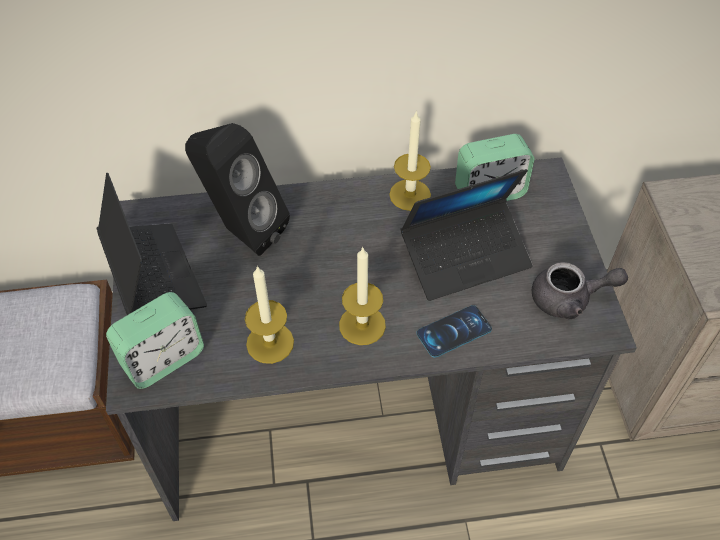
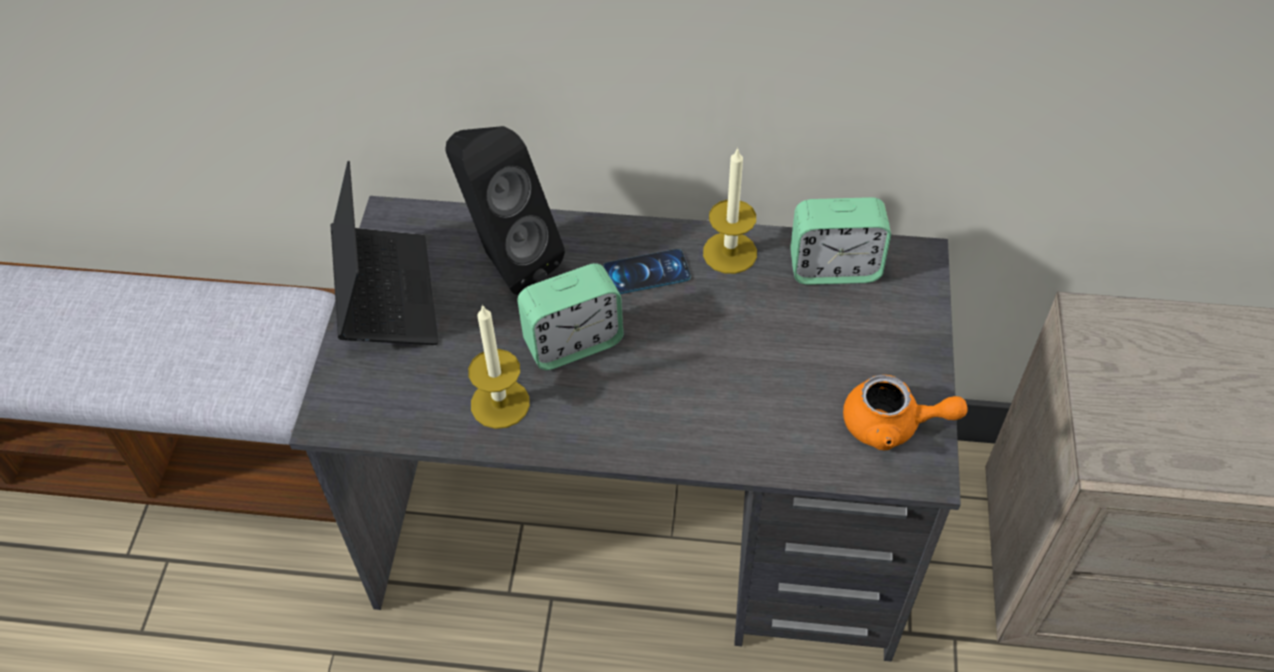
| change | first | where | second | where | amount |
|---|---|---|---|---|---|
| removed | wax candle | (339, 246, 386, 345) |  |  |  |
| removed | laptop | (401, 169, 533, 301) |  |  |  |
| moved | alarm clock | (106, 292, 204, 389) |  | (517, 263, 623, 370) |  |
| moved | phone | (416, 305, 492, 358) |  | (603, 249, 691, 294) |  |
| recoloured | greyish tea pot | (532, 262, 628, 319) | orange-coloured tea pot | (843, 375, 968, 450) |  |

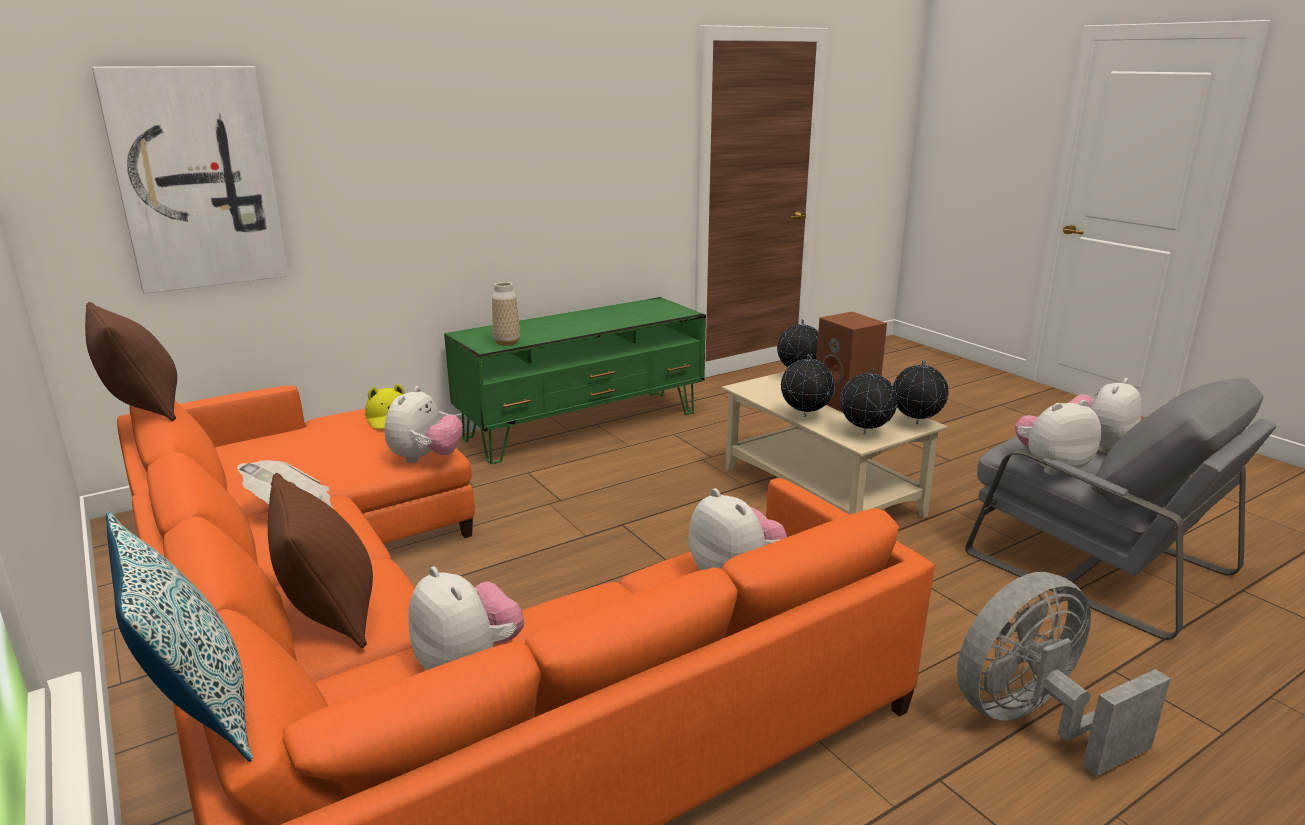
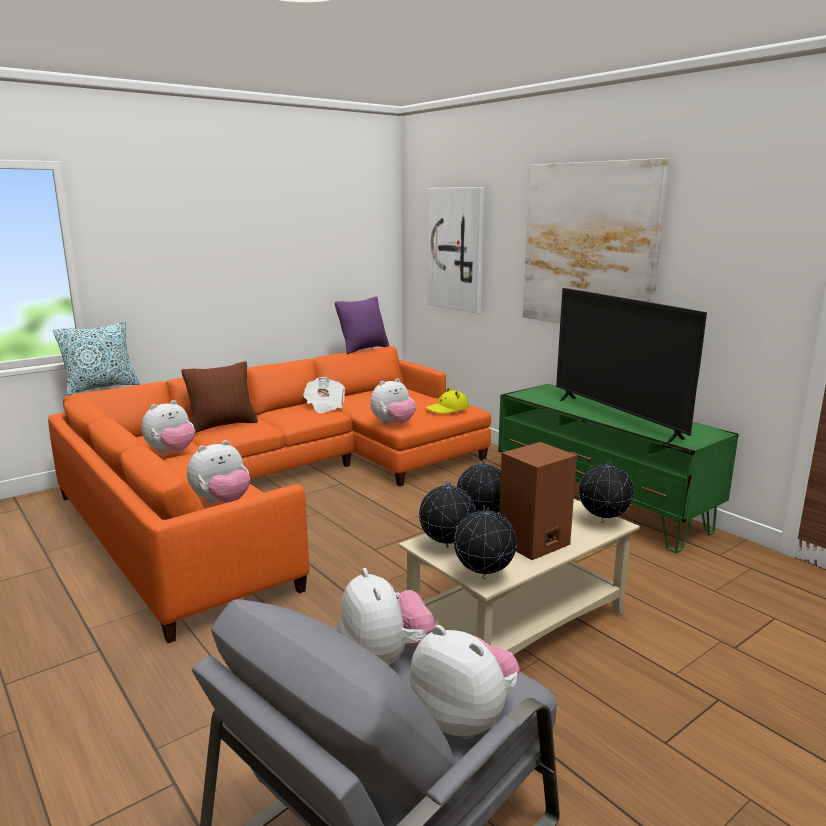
| change | first | where | second | where | amount |
|---|---|---|---|---|---|
| removed | flower vase | (492, 282, 520, 346) |  |  |  |
| removed | greyish cooling fan | (957, 572, 1171, 776) |  |  |  |
| added |  |  | picture | (523, 158, 669, 324) |  |
| added |  |  | TV | (556, 288, 707, 443) |  |
| recoloured | brownish throw pillow | (85, 302, 177, 421) | purple-coloured throw pillow | (335, 296, 389, 354) |  |
| turned | soft toy | (385, 386, 463, 463) |  | (370, 378, 416, 424) | 45 degrees counterclockwise |

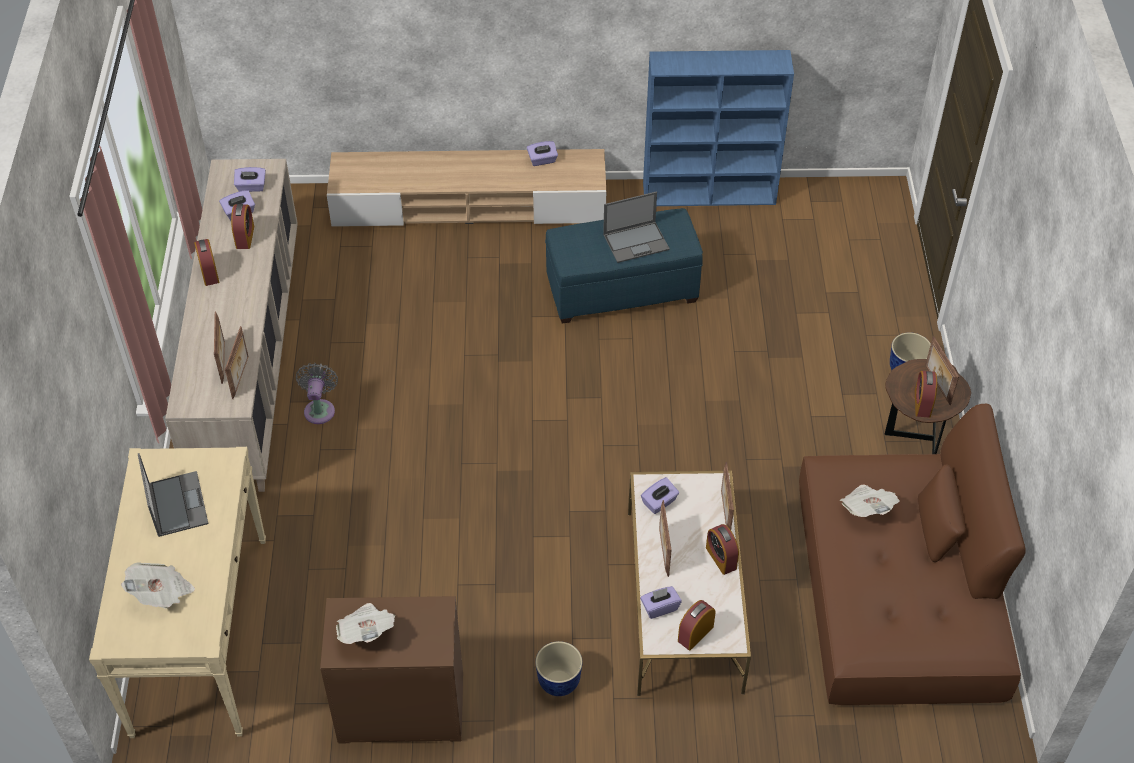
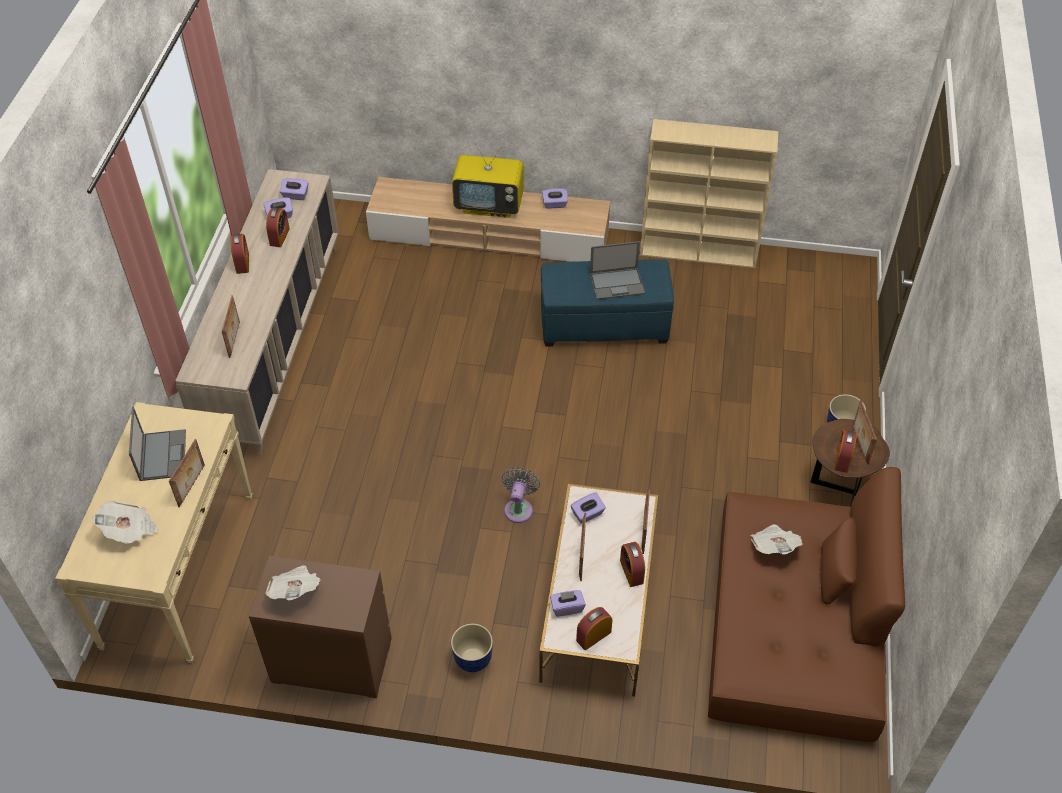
| change | first | where | second | where | amount |
|---|---|---|---|---|---|
| added |  |  | TV | (452, 143, 524, 218) |  |
| moved | picture frame | (225, 326, 248, 399) |  | (169, 439, 205, 507) |  |
| moved | greyish cooling fan | (296, 363, 338, 424) |  | (502, 467, 540, 523) |  |
| recoloured | blue-coloured shelving unit | (643, 50, 794, 206) | beige-coloured shelving unit | (640, 119, 778, 268) |  |

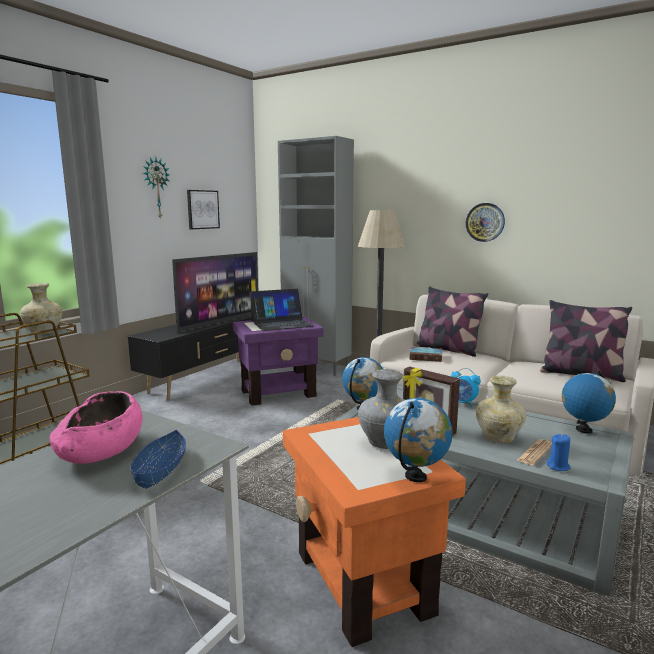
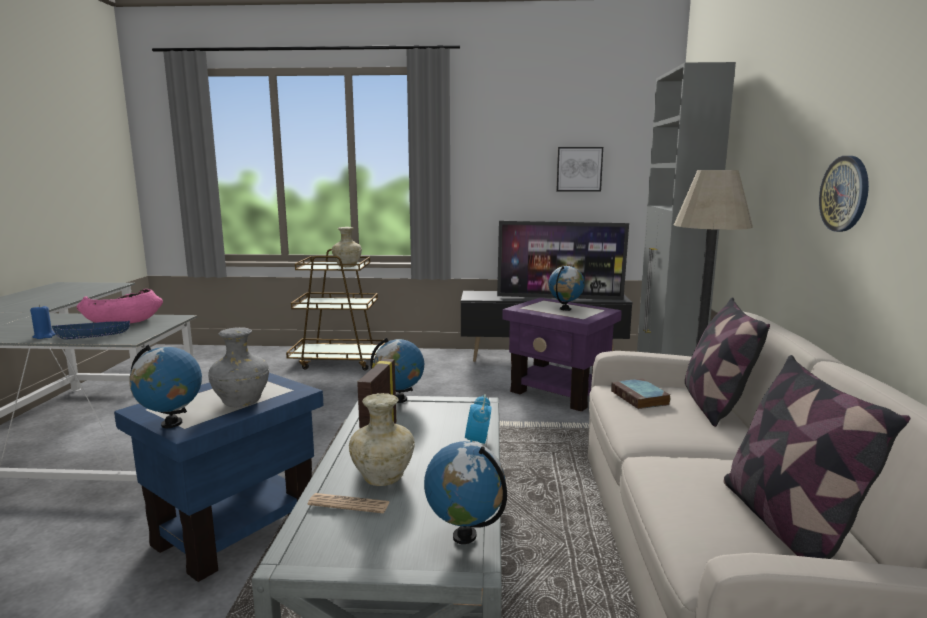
| change | first | where | second | where | amount |
|---|---|---|---|---|---|
| removed | hanging clock | (143, 157, 169, 218) |  |  |  |
| moved | blue-coloured wax candle | (547, 434, 571, 471) |  | (30, 305, 56, 339) |  |
| replaced | laptop | (250, 289, 313, 331) | desk globe | (548, 266, 585, 311) |  |
| recoloured | orange-coloured accent table | (283, 417, 466, 647) | blue-coloured accent table | (114, 373, 323, 582) |  |

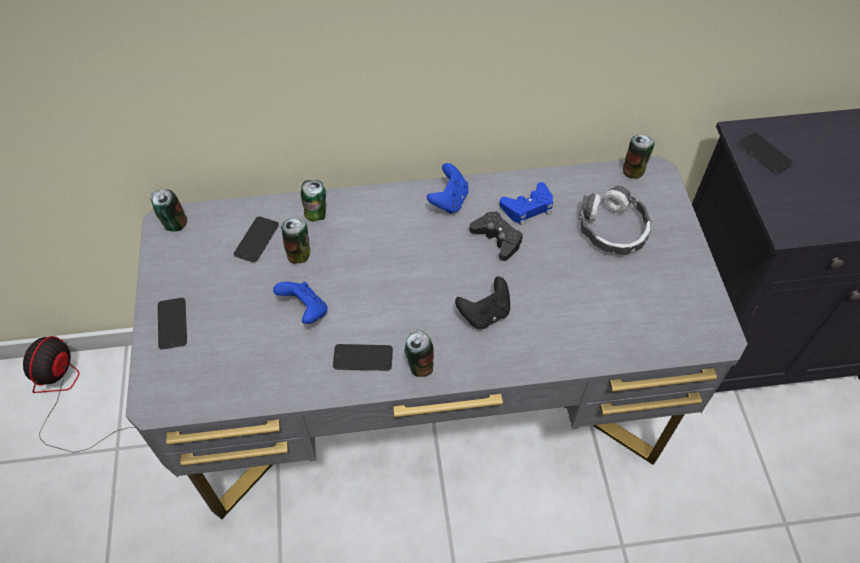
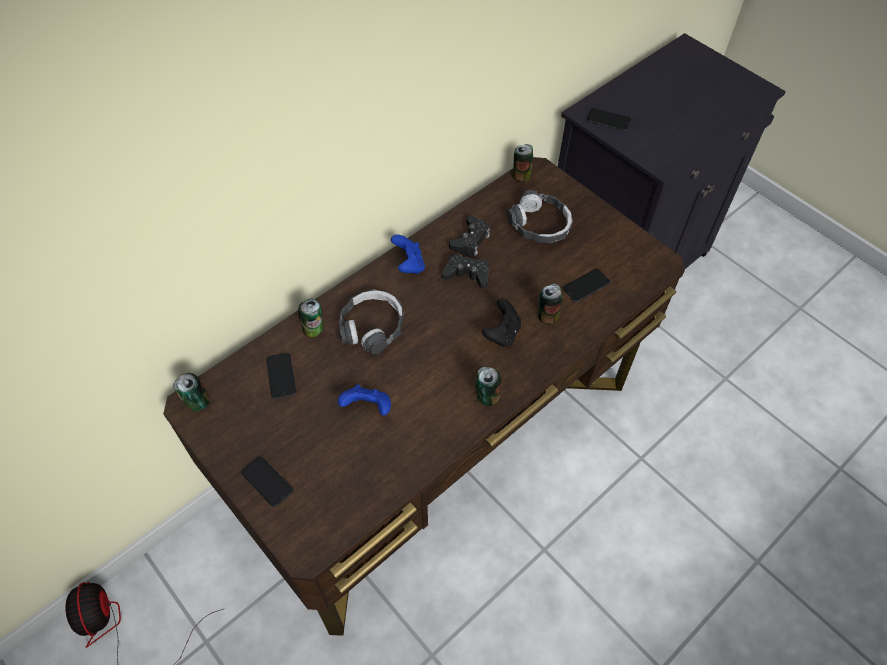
| change | first | where | second | where | amount |
|---|---|---|---|---|---|
| added |  |  | headphones | (339, 289, 404, 354) |  |
| moved | can | (281, 219, 310, 264) |  | (538, 284, 562, 325) |  |
| moved | phone | (333, 344, 393, 371) |  | (563, 269, 611, 302) |  |
| recoloured | greyish desk | (126, 156, 748, 519) | brownish desk | (163, 157, 685, 636) |  |
| recoloured | blue-coloured game controller | (499, 182, 553, 225) | black game controller | (449, 215, 490, 256) |  |

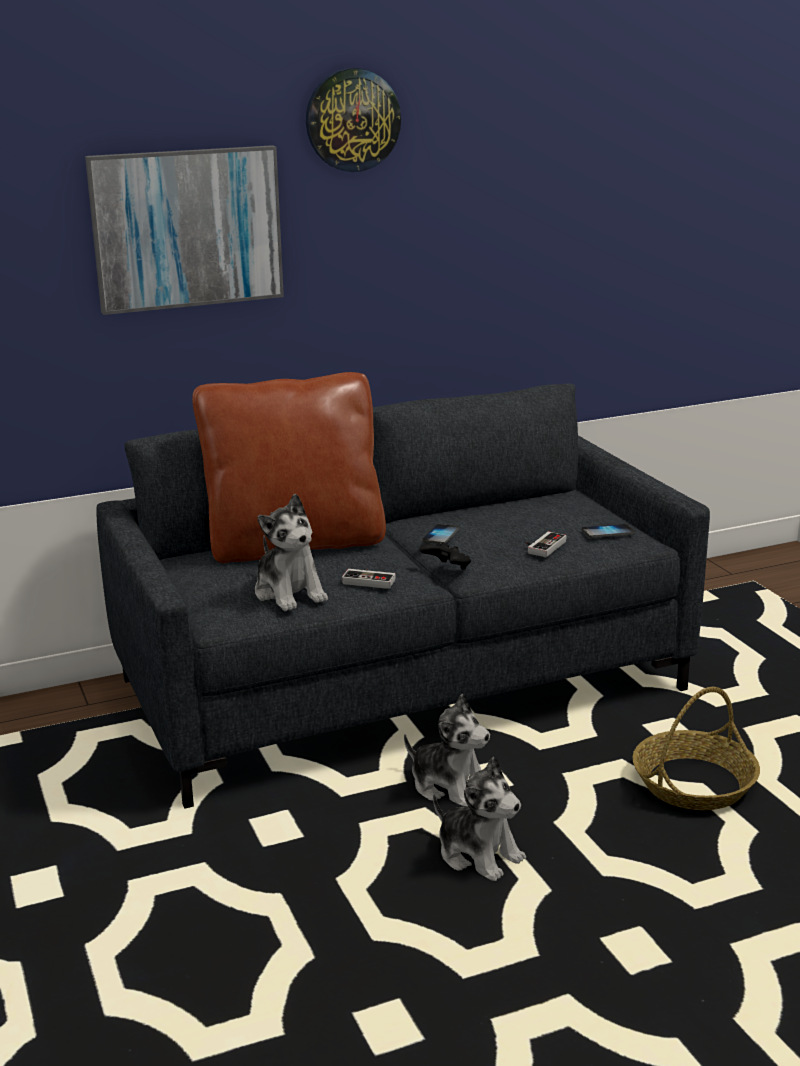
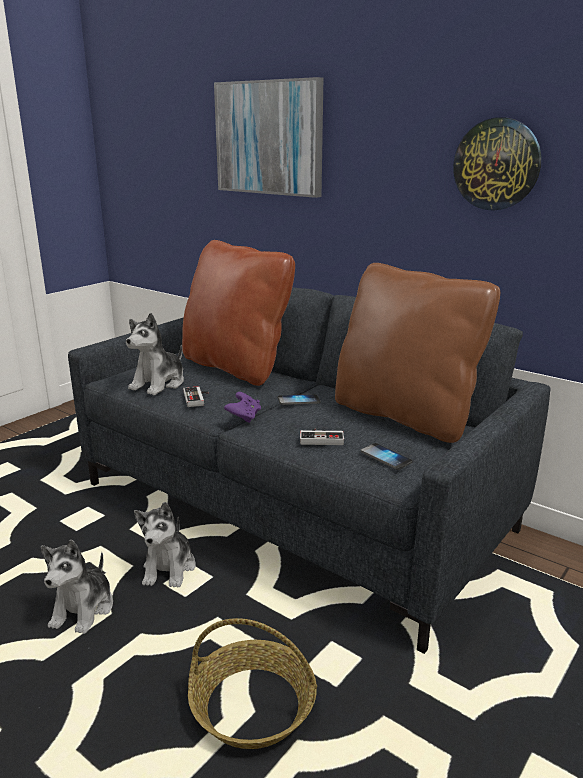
| change | first | where | second | where | amount |
|---|---|---|---|---|---|
| added |  |  | brownish throw pillow | (335, 263, 500, 443) |  |
| moved | hanging clock | (306, 68, 401, 172) |  | (453, 117, 542, 211) |  |
| recoloured | black game controller | (420, 543, 471, 570) | purple-coloured game controller | (224, 392, 261, 423) |  |

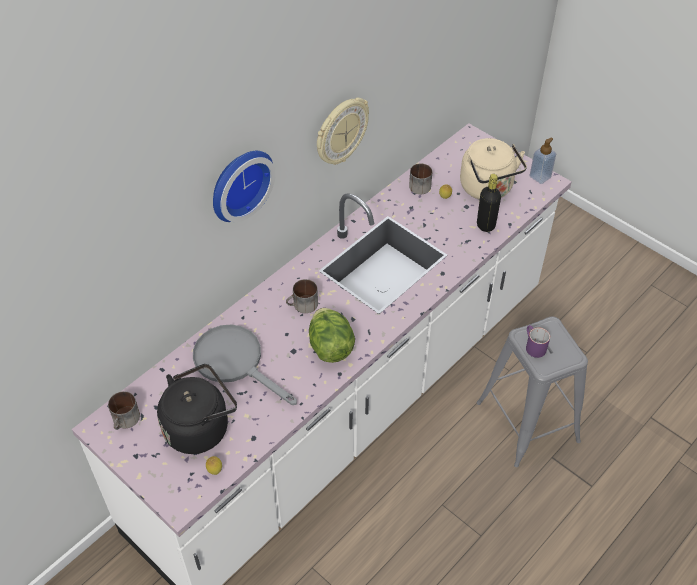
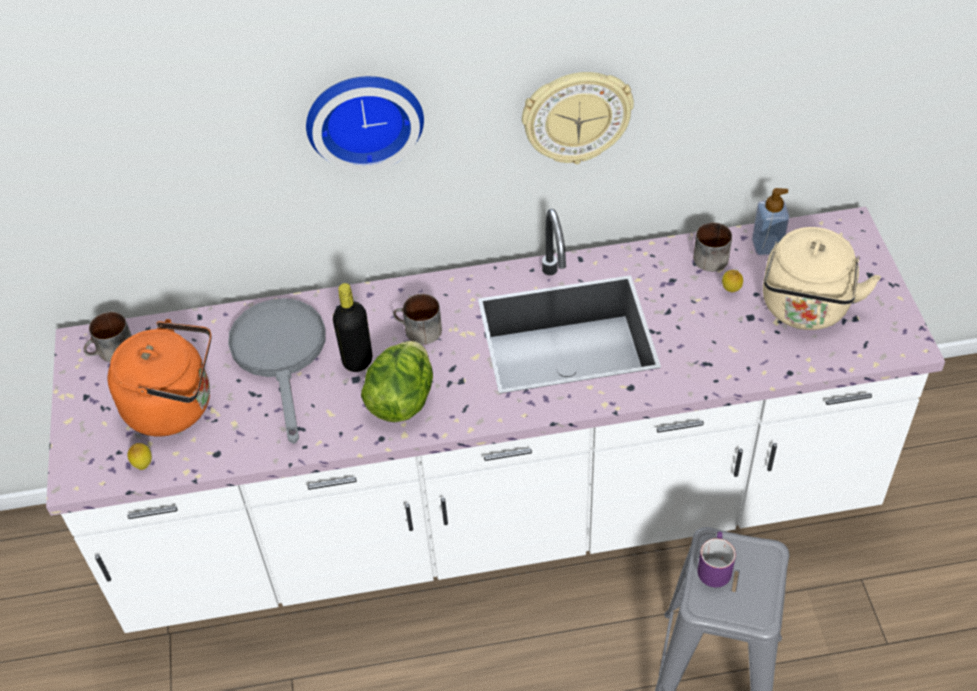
| change | first | where | second | where | amount |
|---|---|---|---|---|---|
| moved | black beverage bottle | (477, 174, 501, 232) |  | (333, 283, 372, 372) |  |
| moved | soap bottle | (529, 137, 556, 184) |  | (752, 188, 789, 256) |  |
| recoloured | black water kettle | (157, 364, 237, 454) | orange-coloured water kettle | (108, 319, 211, 436) |  |

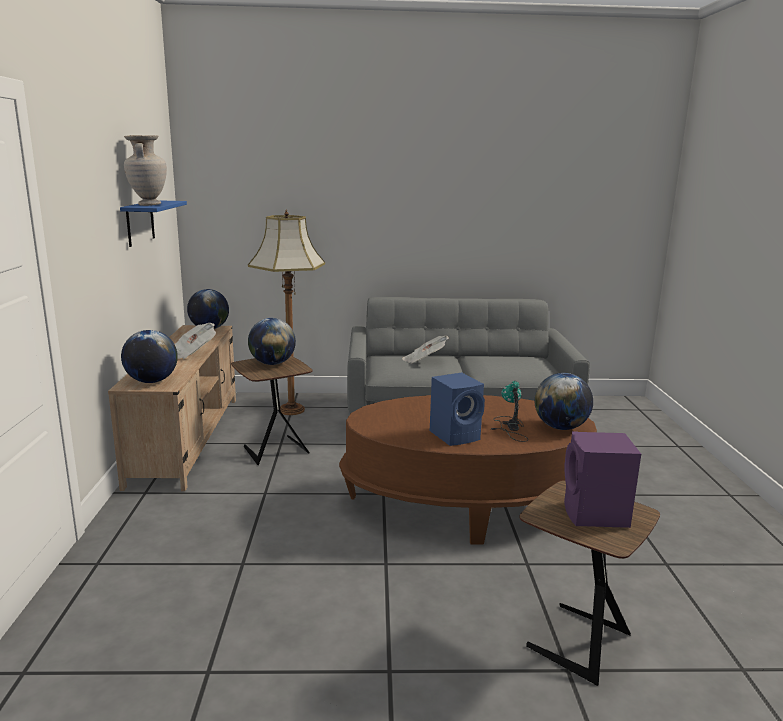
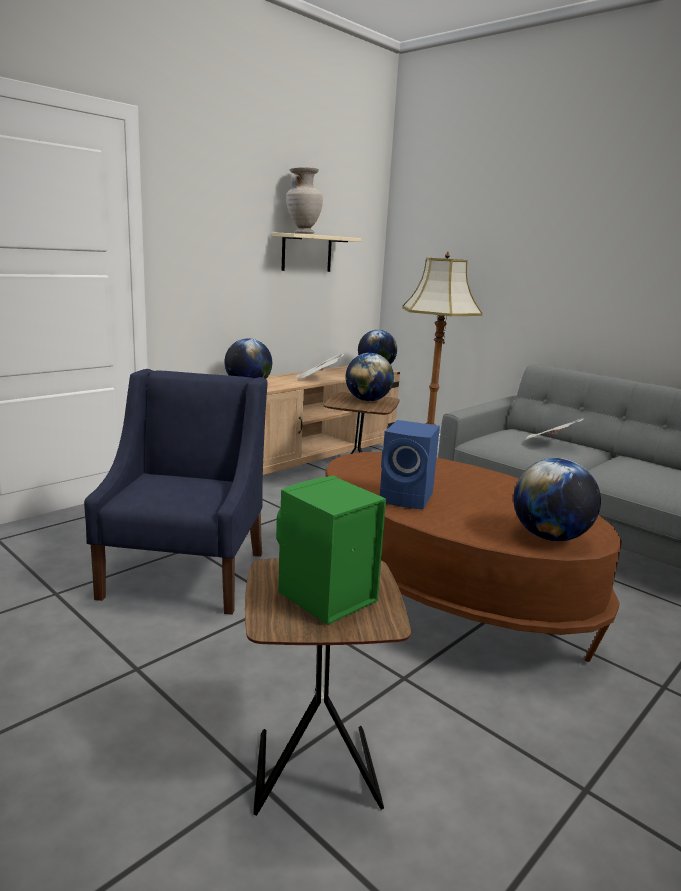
| change | first | where | second | where | amount |
|---|---|---|---|---|---|
| removed | lamp for a table | (491, 381, 528, 442) |  |  |  |
| added |  |  | blue-coloured armchair | (84, 369, 267, 615) |  |
| recoloured | blue-coloured shelf | (120, 200, 187, 247) | beige-coloured shelf | (272, 232, 361, 272) |  |
| recoloured | purple-coloured loudspeaker | (564, 431, 641, 528) | green-coloured loudspeaker | (276, 476, 386, 625) |  |

